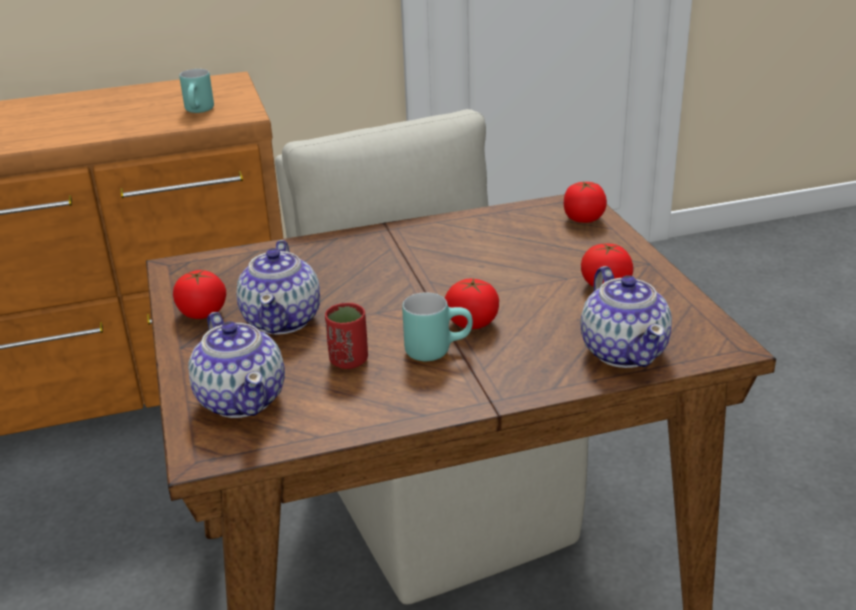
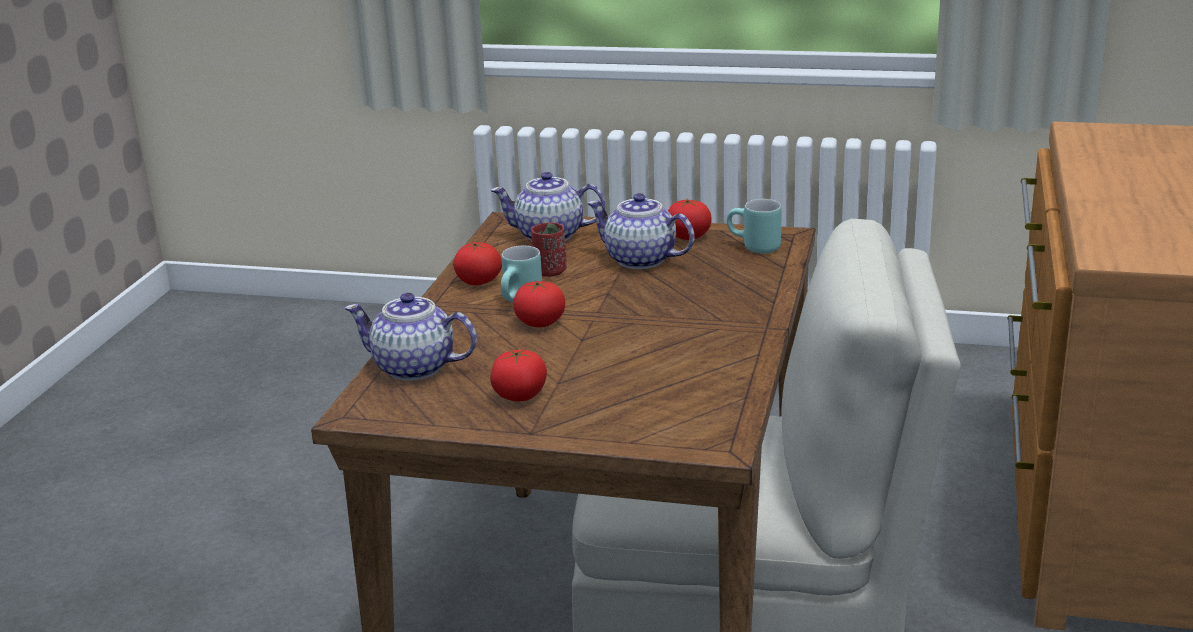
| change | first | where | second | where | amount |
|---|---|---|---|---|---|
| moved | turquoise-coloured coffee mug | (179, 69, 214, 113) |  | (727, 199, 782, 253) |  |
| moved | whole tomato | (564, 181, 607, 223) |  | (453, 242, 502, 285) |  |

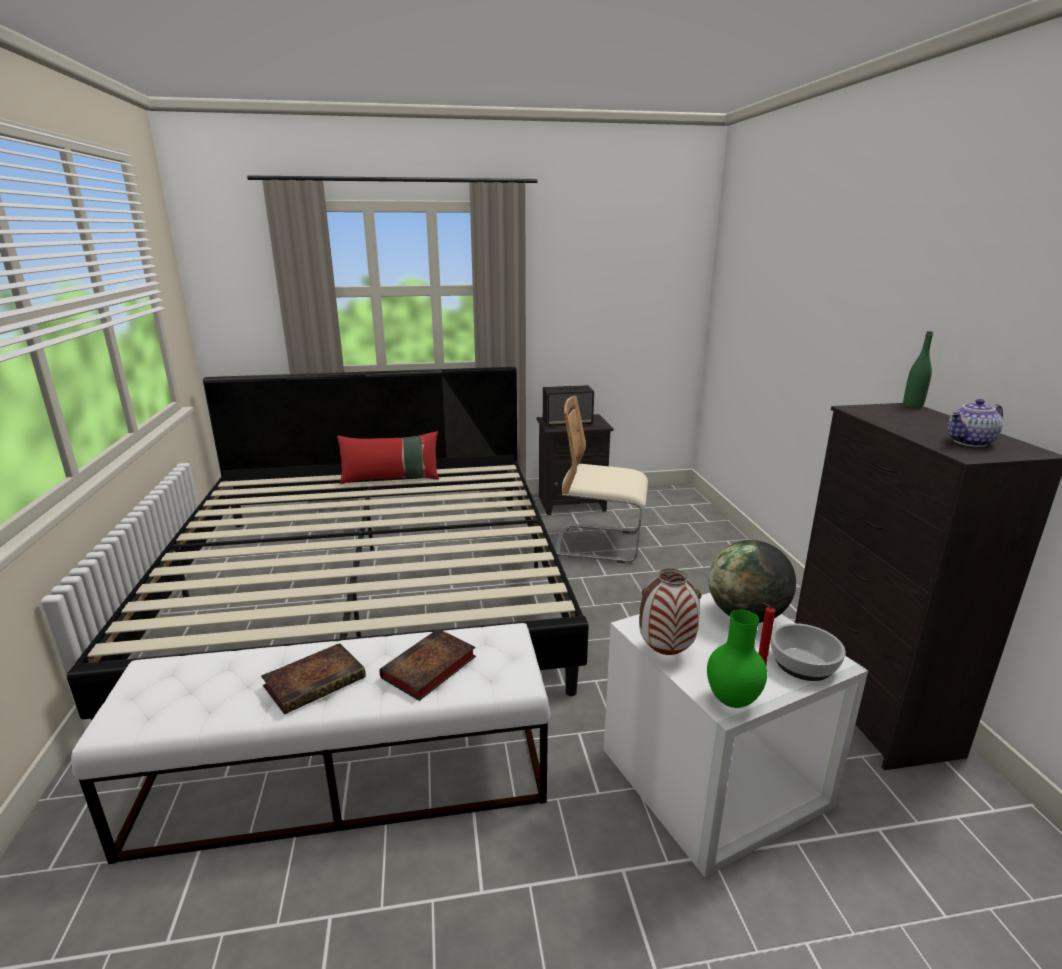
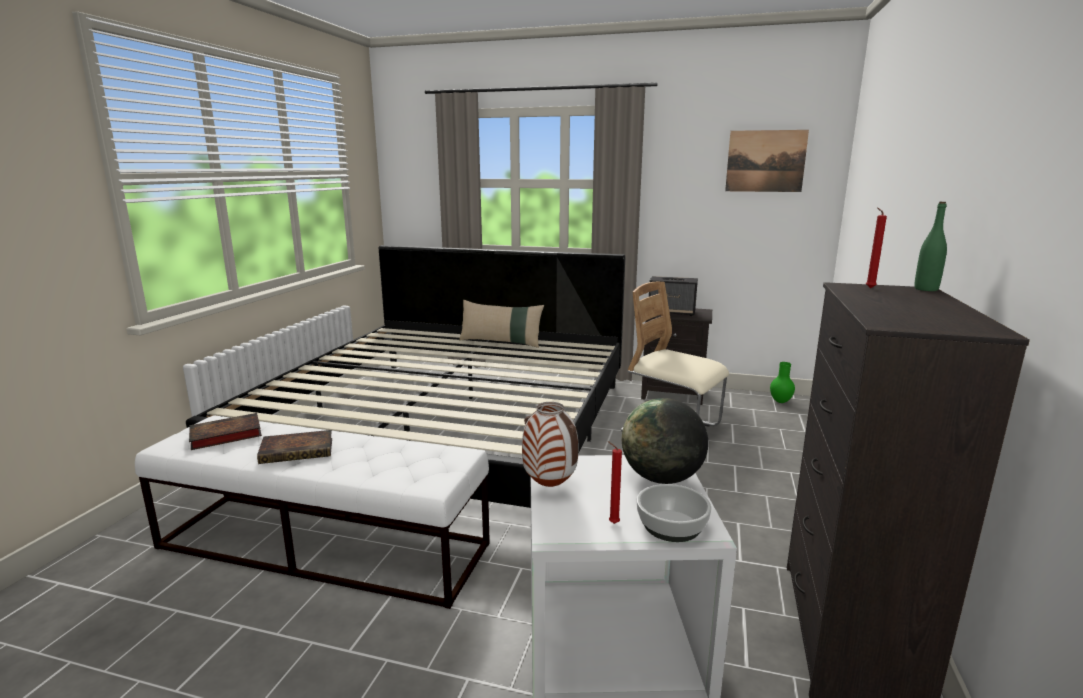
| change | first | where | second | where | amount |
|---|---|---|---|---|---|
| removed | tea pot | (947, 399, 1003, 447) |  |  |  |
| added |  |  | picture | (725, 130, 809, 192) |  |
| added |  |  | reddish wax candle | (866, 208, 887, 288) |  |
| moved | book | (379, 629, 476, 701) |  | (189, 413, 262, 450) |  |
| moved | green-coloured flower vase | (707, 610, 767, 708) |  | (770, 362, 795, 403) |  |
| recoloured | reddish throw pillow | (337, 431, 439, 484) | beige-coloured throw pillow | (459, 300, 544, 348) |  |

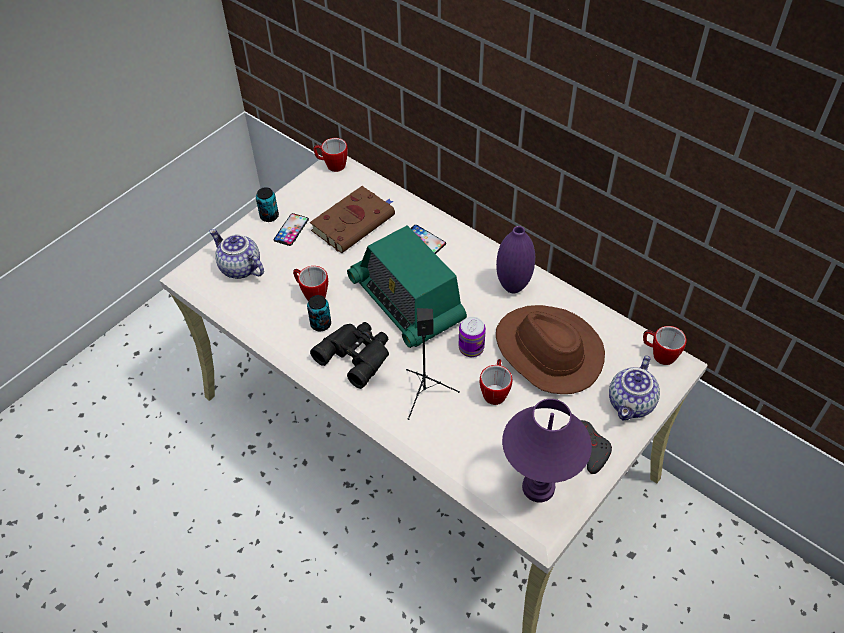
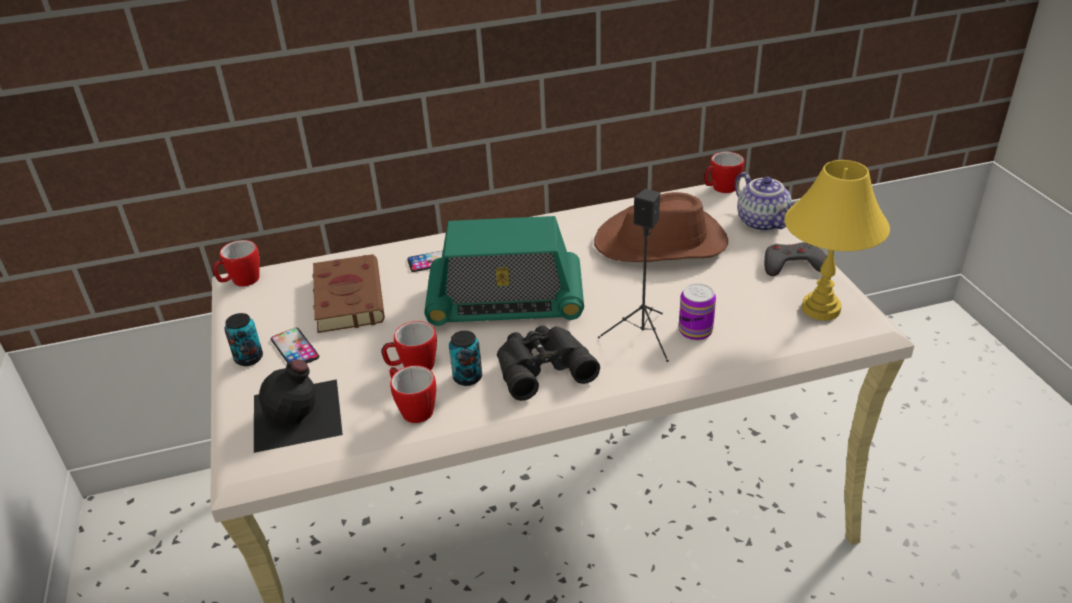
| change | first | where | second | where | amount |
|---|---|---|---|---|---|
| removed | purple-coloured flower vase | (496, 226, 535, 293) |  |  |  |
| moved | can | (459, 317, 486, 357) |  | (679, 283, 716, 341) |  |
| moved | coffee mug | (480, 359, 512, 405) |  | (390, 366, 436, 423) |  |
| replaced | tea pot | (209, 229, 264, 279) | black beverage bottle | (254, 359, 343, 453) |  |
| recoloured | purple-coloured lamp for a table | (502, 399, 592, 502) | yellow-coloured lamp for a table | (784, 160, 890, 321) |  |

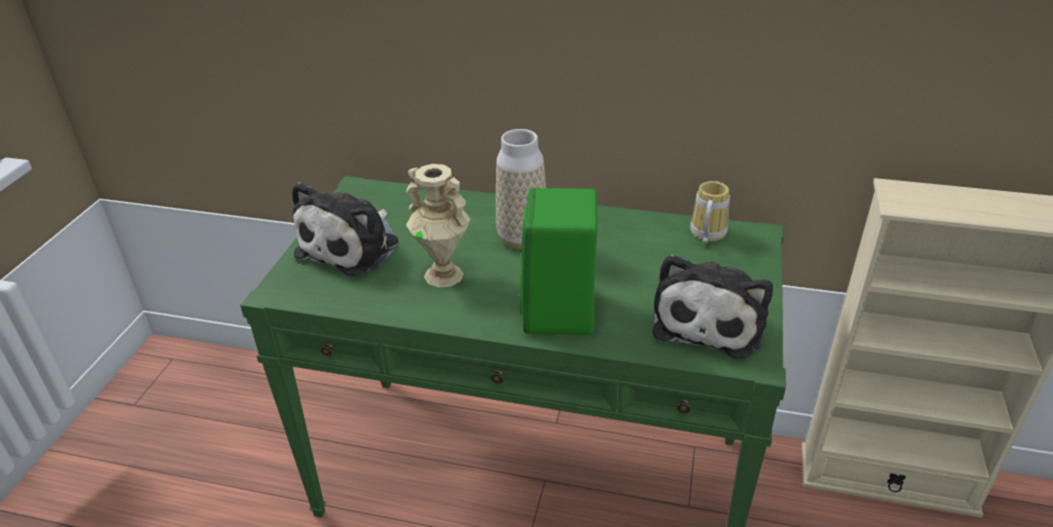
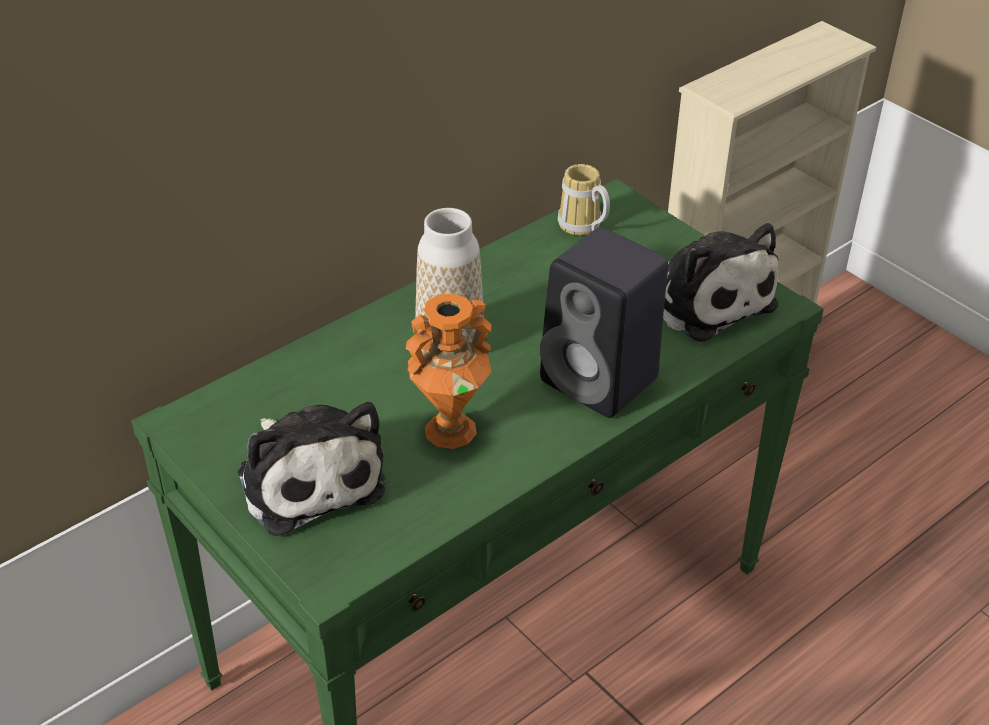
| change | first | where | second | where | amount |
|---|---|---|---|---|---|
| recoloured | beige-coloured flower vase | (406, 164, 470, 288) | orange-coloured flower vase | (406, 294, 491, 449) |  |
| recoloured | green-coloured loudspeaker | (519, 188, 598, 335) | black loudspeaker | (540, 227, 668, 418) |  |

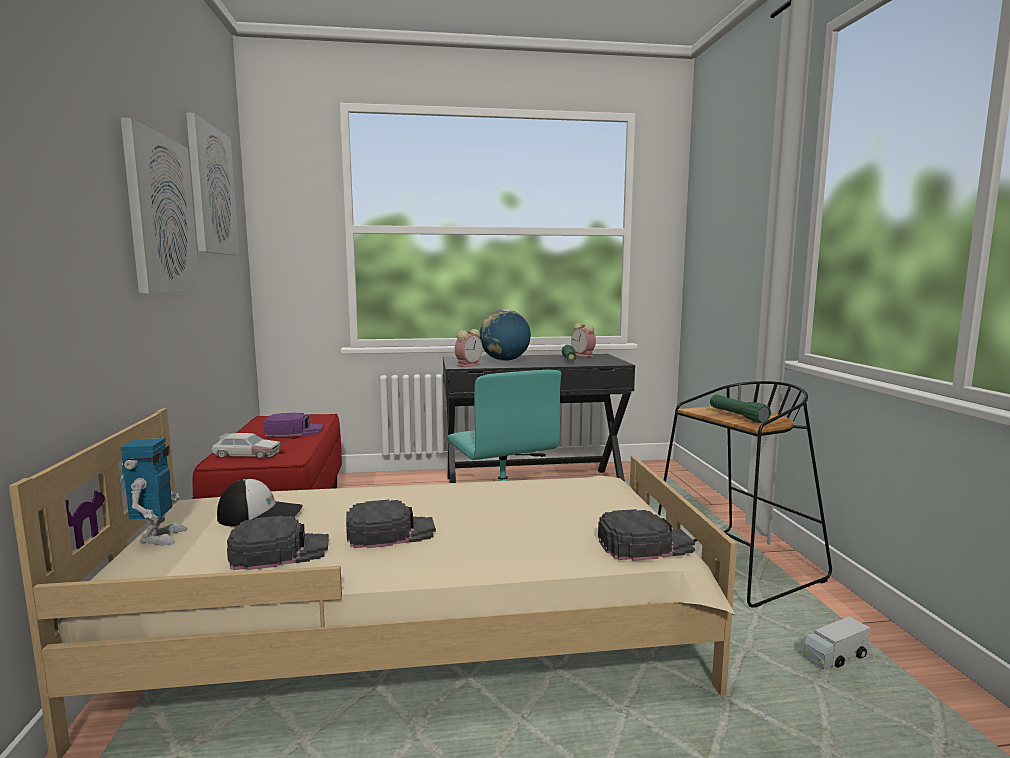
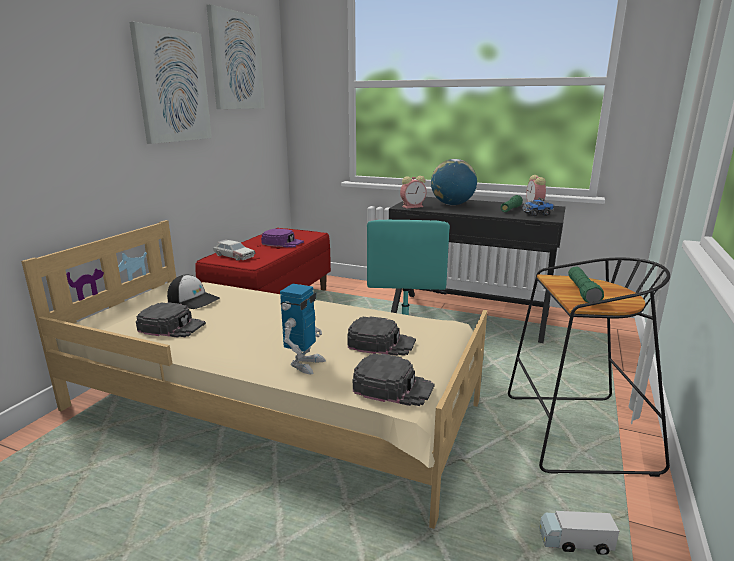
| change | first | where | second | where | amount |
|---|---|---|---|---|---|
| added |  |  | toy truck | (522, 197, 554, 217) |  |
| moved | model robot | (121, 438, 188, 545) |  | (280, 283, 326, 375) |  |
| moved | black cap | (346, 500, 436, 548) |  | (348, 316, 416, 356) |  |

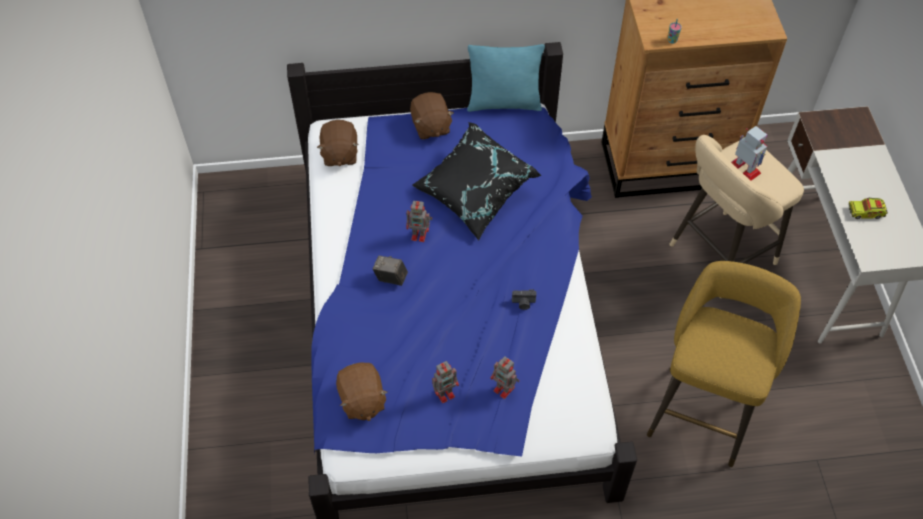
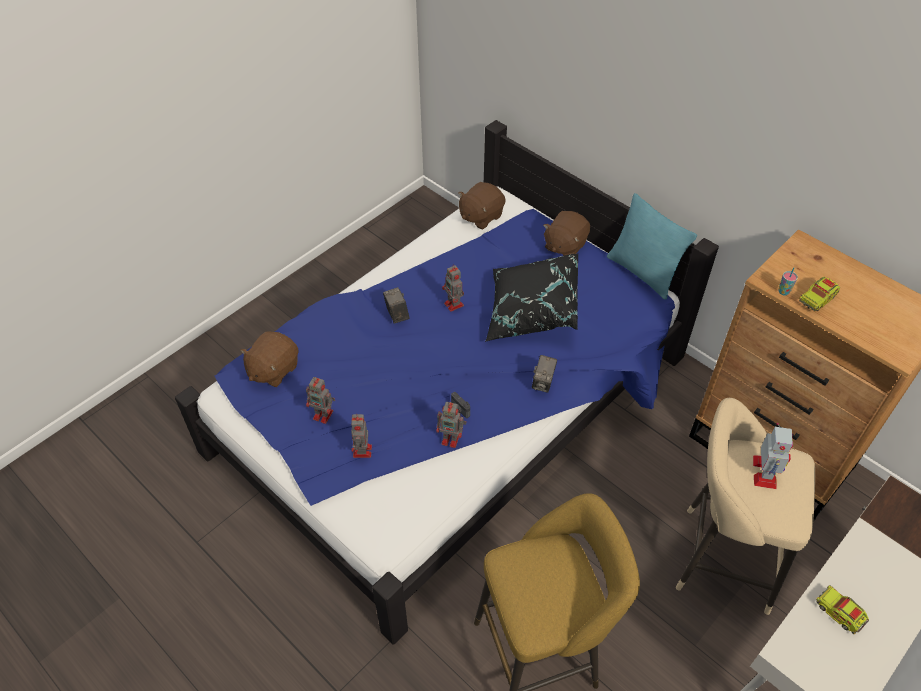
| change | first | where | second | where | amount |
|---|---|---|---|---|---|
| added |  |  | model robot | (436, 402, 466, 448) |  |
| added |  |  | still camera | (532, 355, 557, 393) |  |
| added |  |  | toy truck | (799, 277, 840, 311) |  |

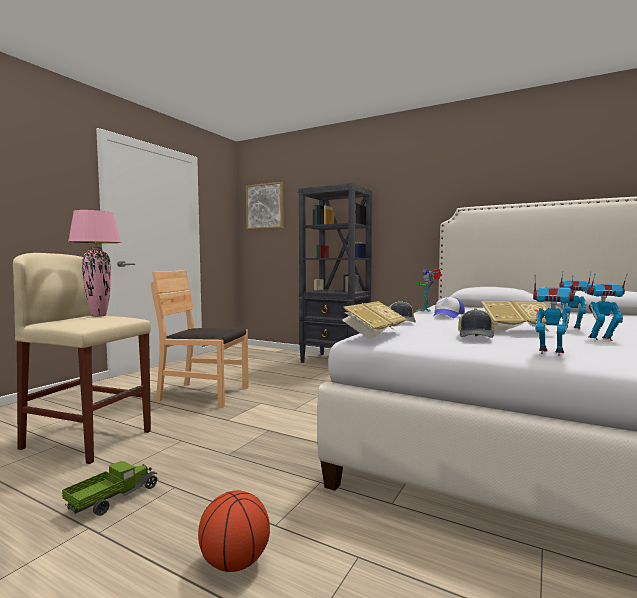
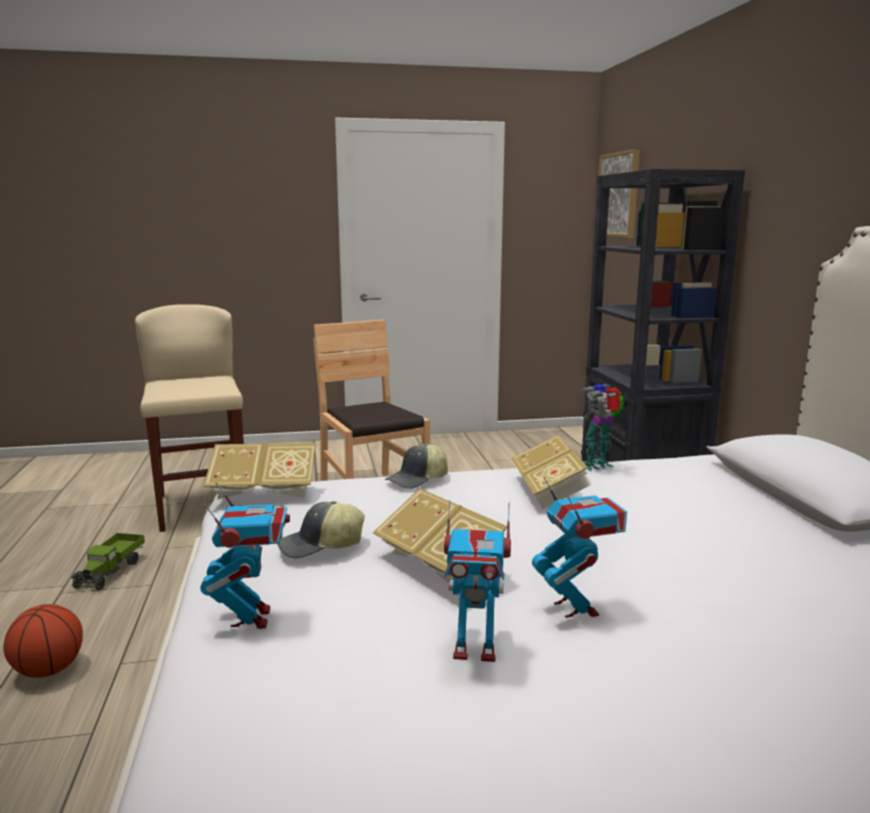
| change | first | where | second | where | amount |
|---|---|---|---|---|---|
| removed | pinkish lamp for a table | (68, 210, 121, 317) |  |  |  |
| replaced | cap | (433, 297, 465, 318) | book | (511, 435, 592, 509) |  |
| turned | toy truck | (62, 461, 158, 516) |  | (71, 533, 145, 591) | 105 degrees clockwise |
| turned | model robot | (585, 273, 627, 341) |  | (444, 500, 511, 662) | 120 degrees clockwise |

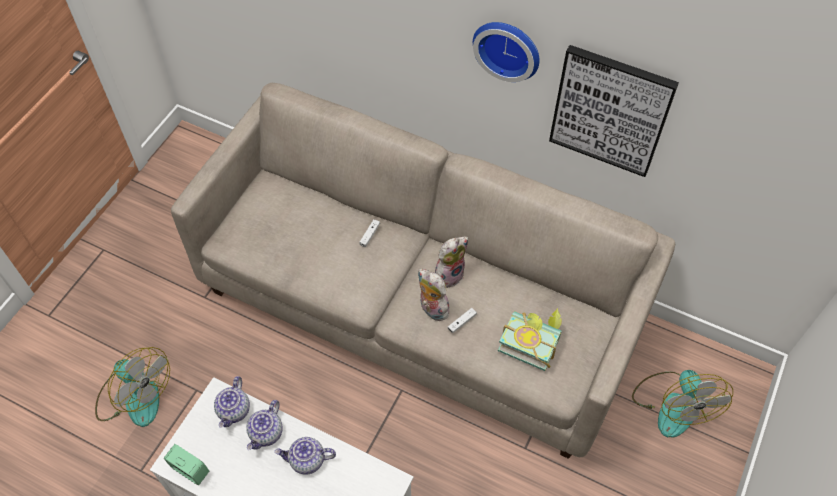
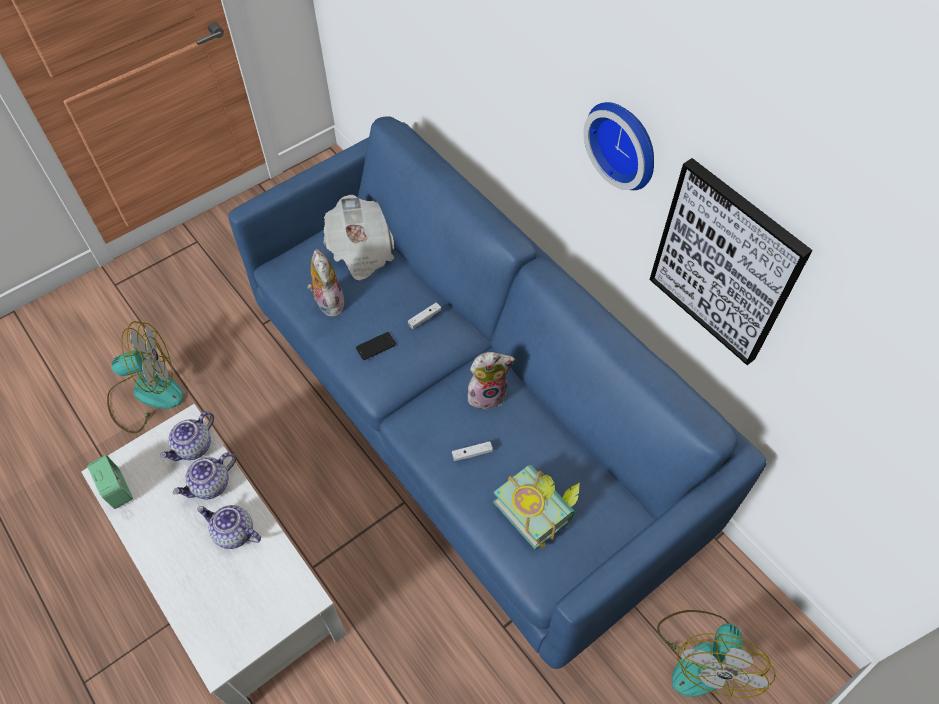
| change | first | where | second | where | amount |
|---|---|---|---|---|---|
| added |  |  | daily paper | (323, 195, 394, 281) |  |
| added |  |  | phone | (356, 332, 396, 360) |  |
| moved | soft toy | (418, 269, 449, 321) |  | (307, 249, 344, 317) |  |
| recoloured | beige-coloured couch | (171, 83, 675, 459) | blue-coloured couch | (228, 116, 766, 669) |  |
| turned | cooling fan | (95, 347, 170, 427) |  | (107, 321, 184, 434) | 75 degrees counterclockwise |

